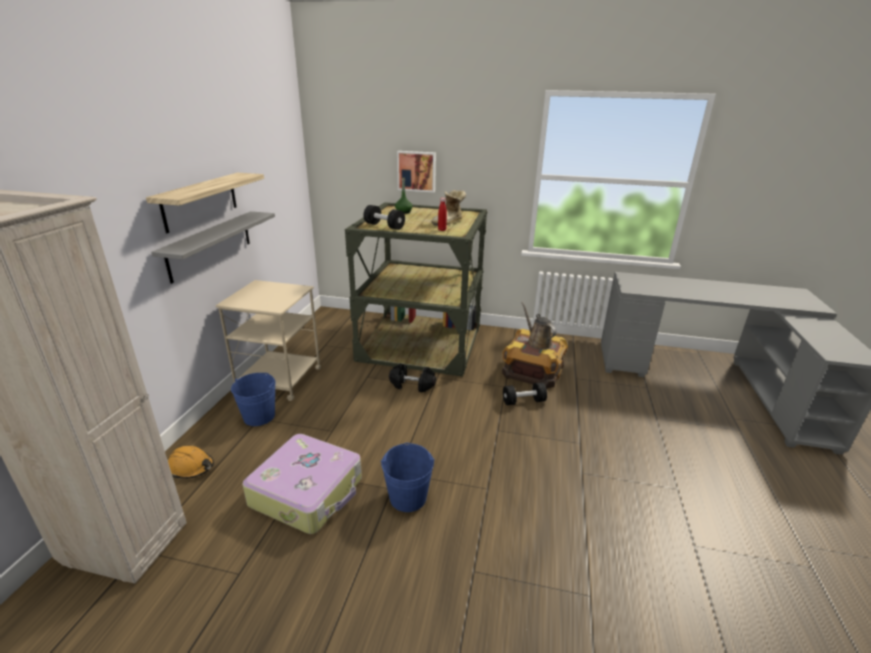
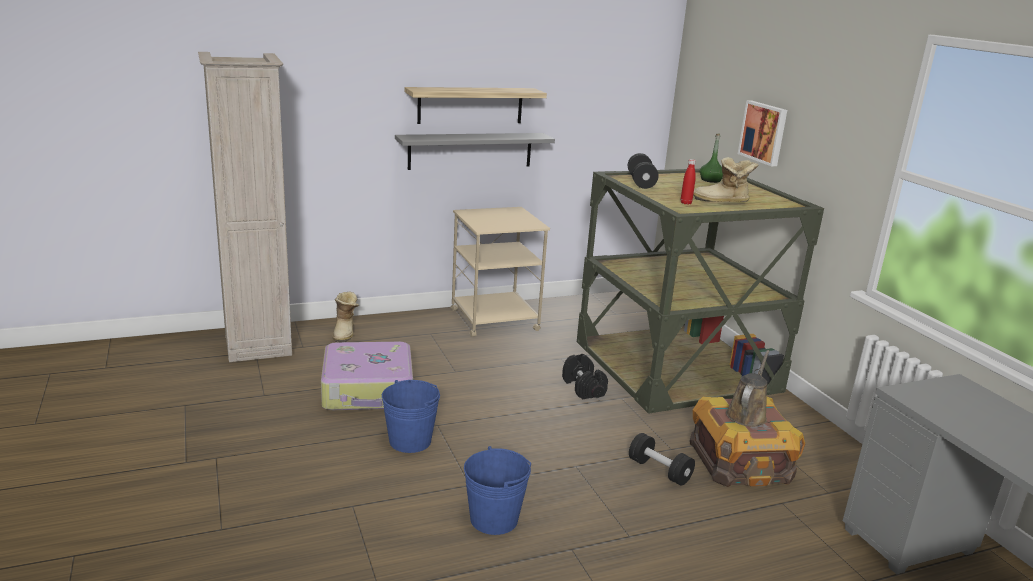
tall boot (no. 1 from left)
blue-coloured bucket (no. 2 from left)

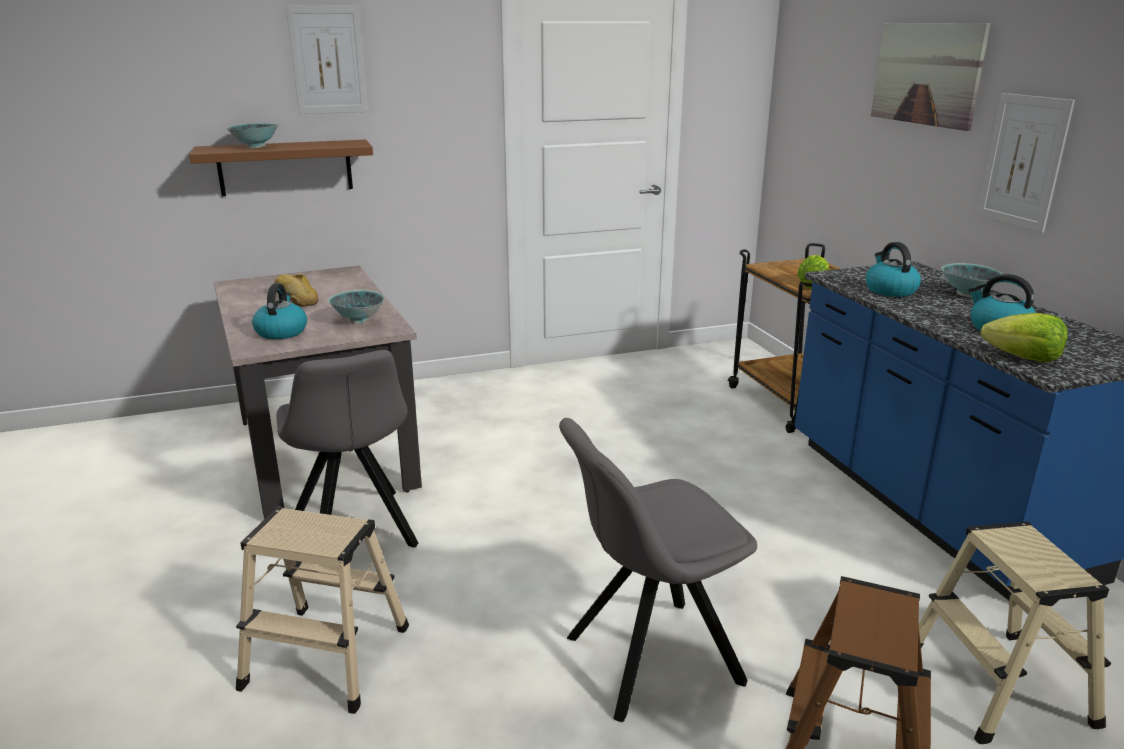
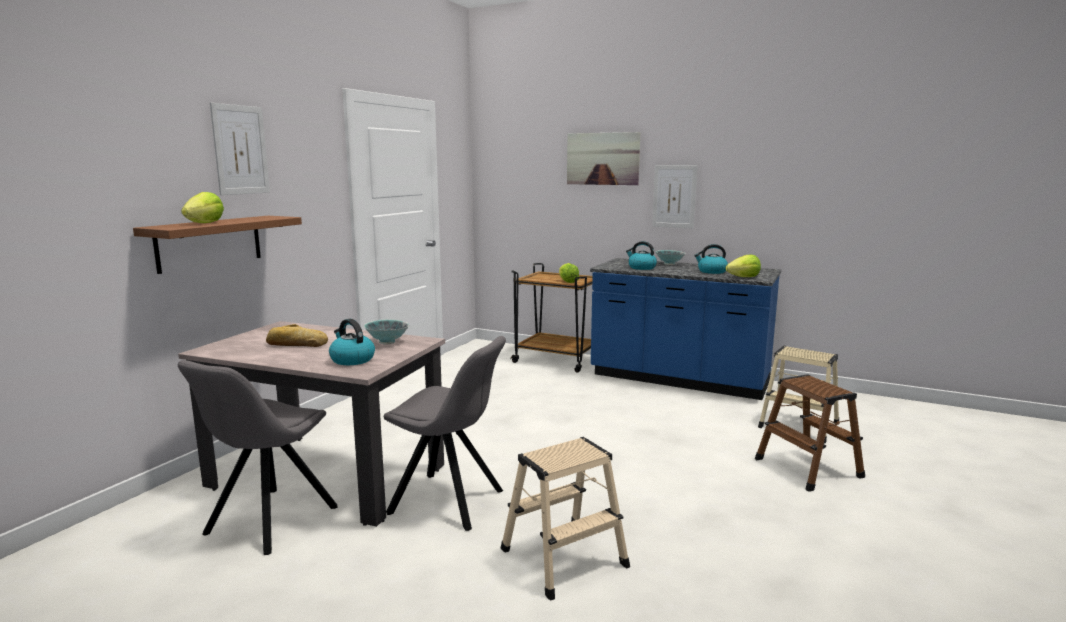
lettuce head (no. 1 from left)
gray plain chair (no. 1 from left)

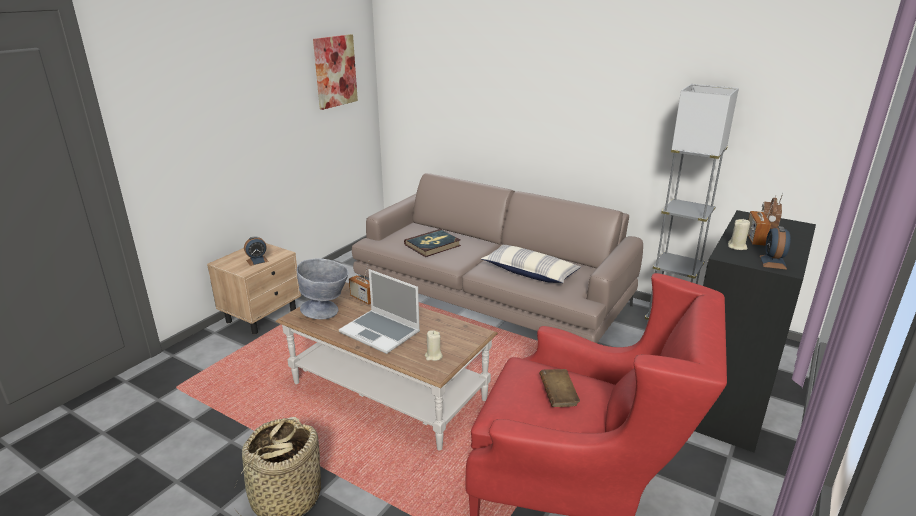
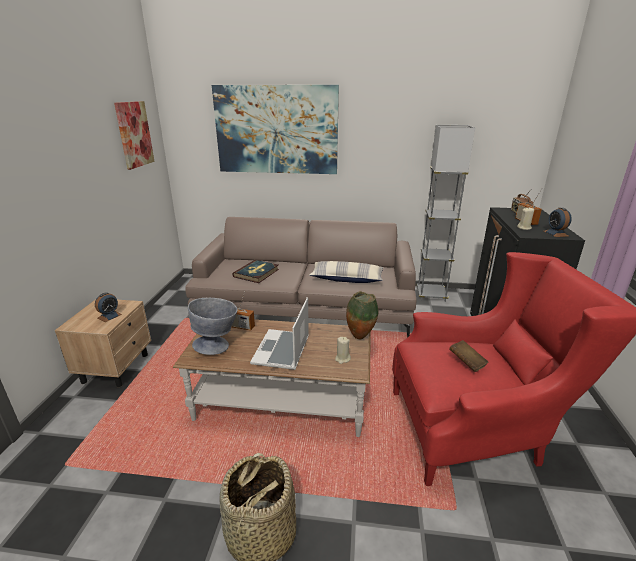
laptop
wall art (no. 2 from left)
decorative vase

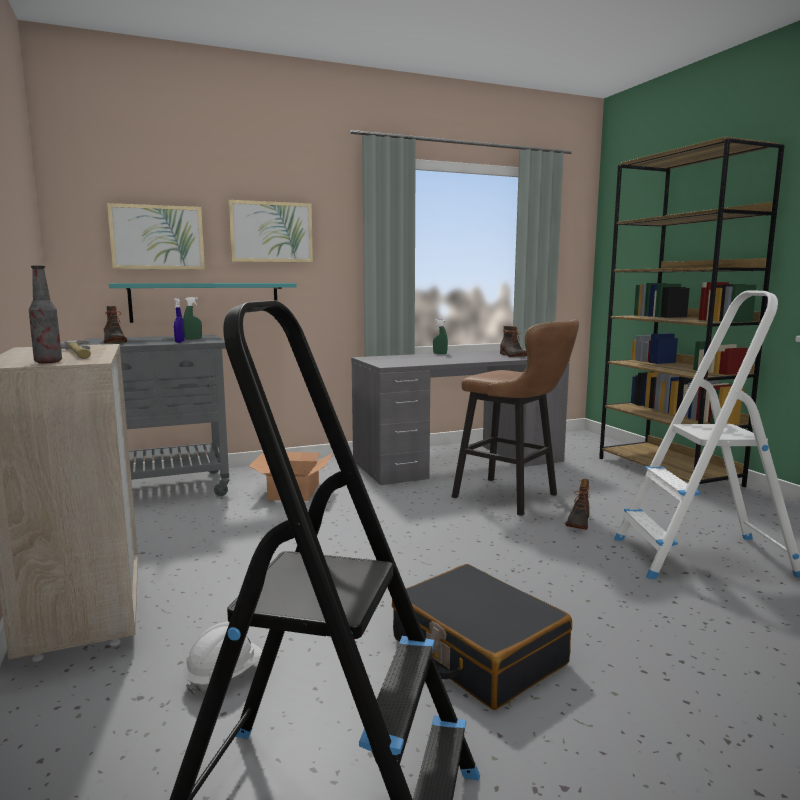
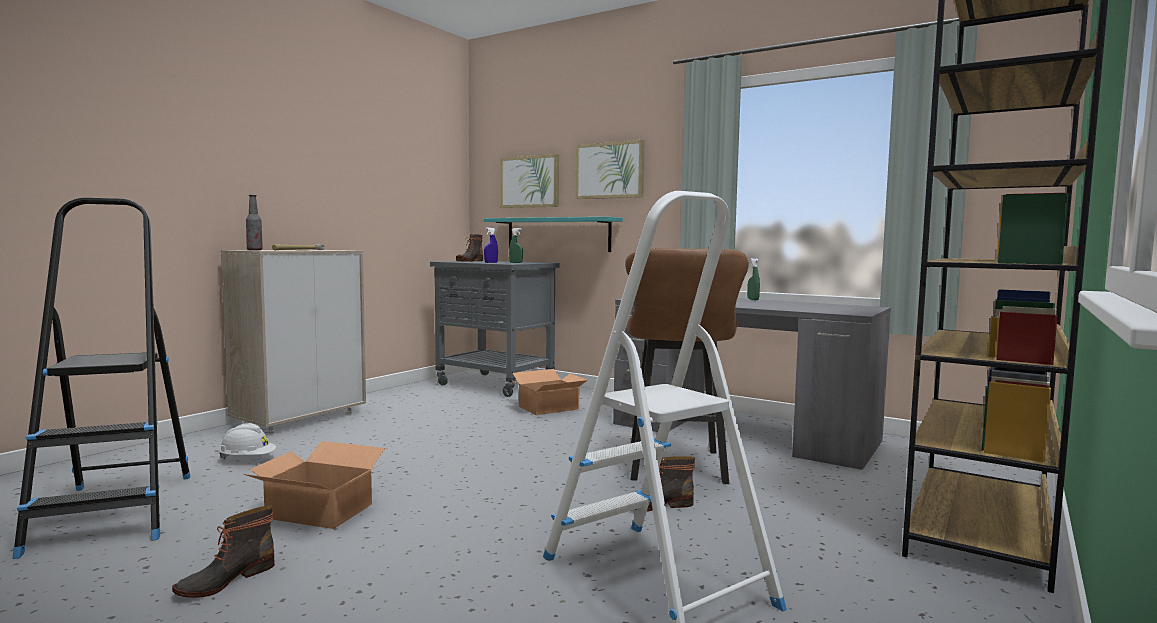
carton (no. 1 from left)
tall boot (no. 1 from left)

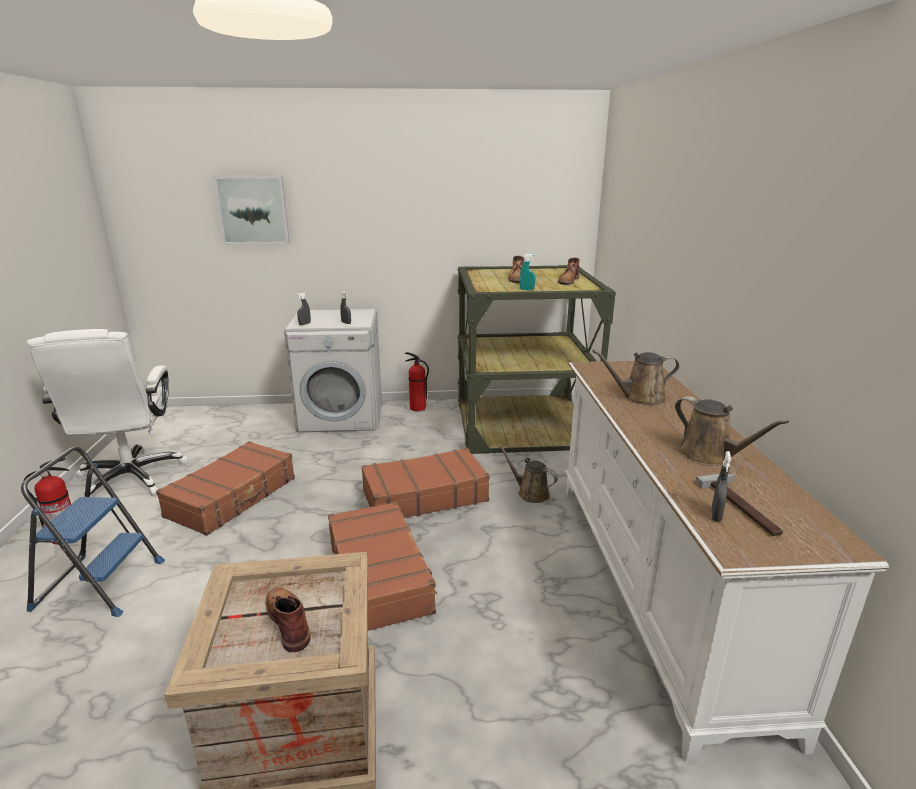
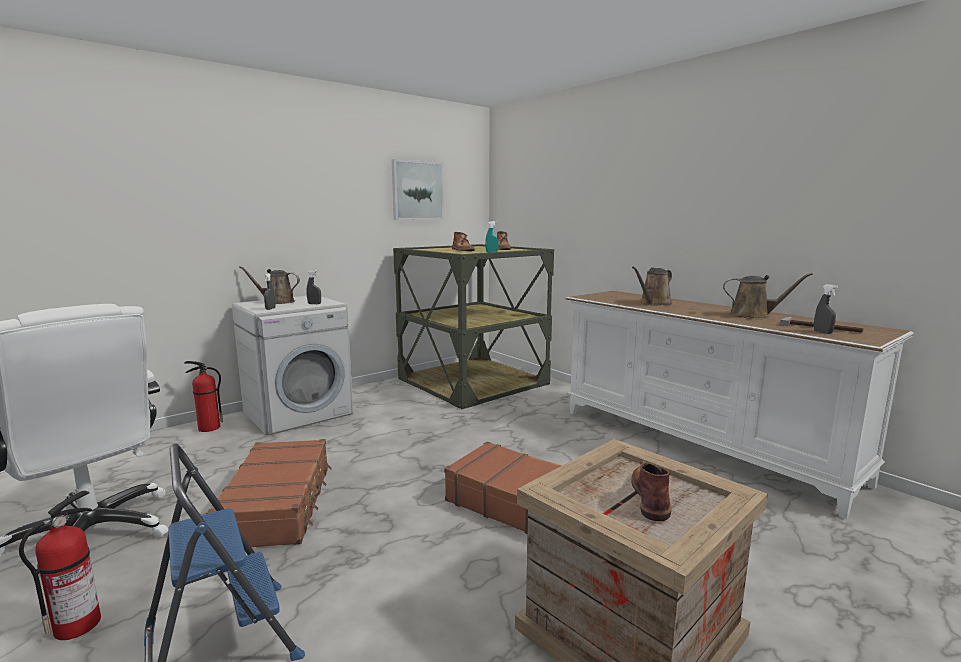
wall art
brownish tall boot (no. 3 from left)
brownish suitcase (no. 3 from left in the first image)
fire extinguisher (no. 2 from left)
brownish watering can (no. 1 from left)

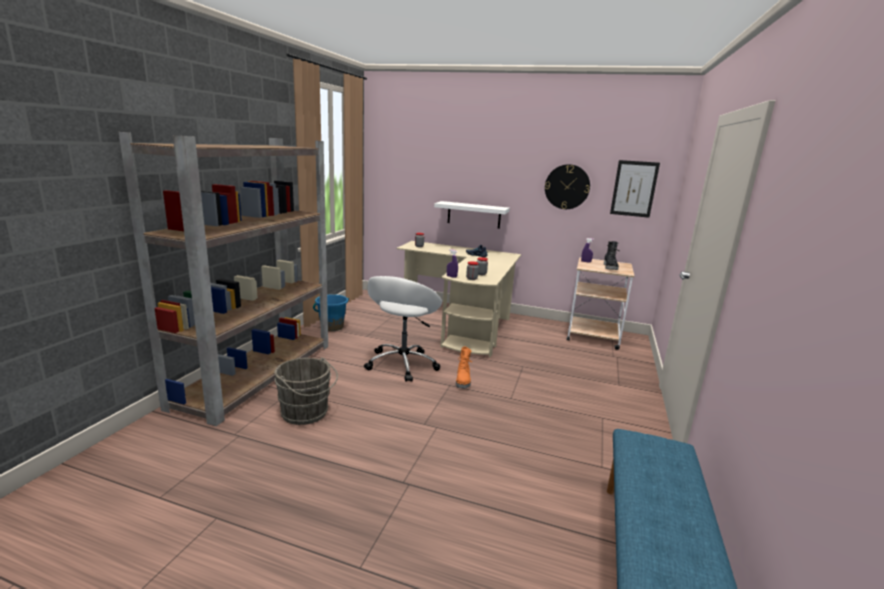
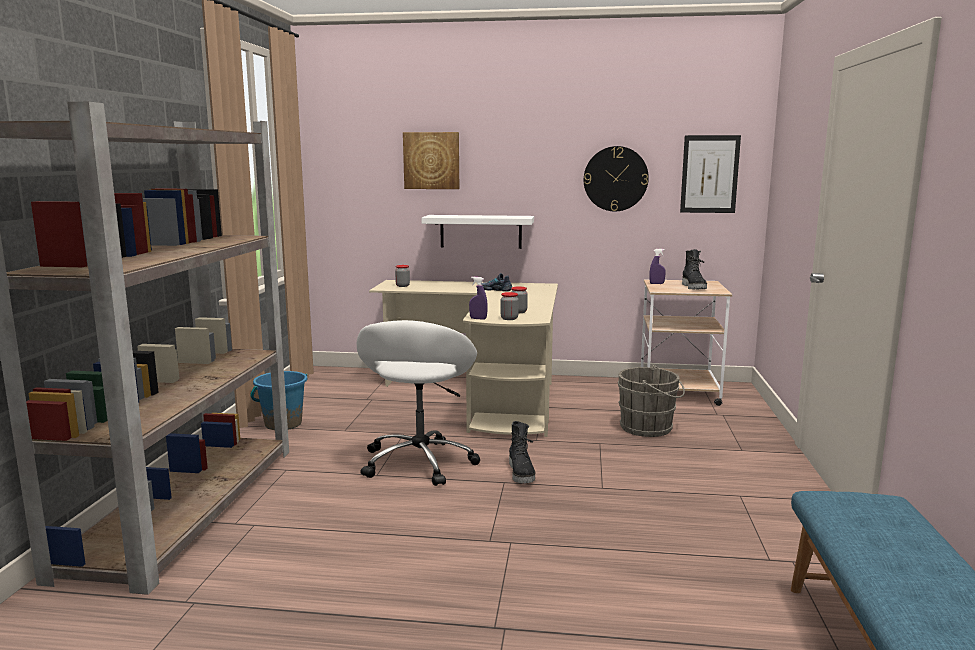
gray bucket
black-coloured tall boot (no. 1 from left)
wall art (no. 1 from left)

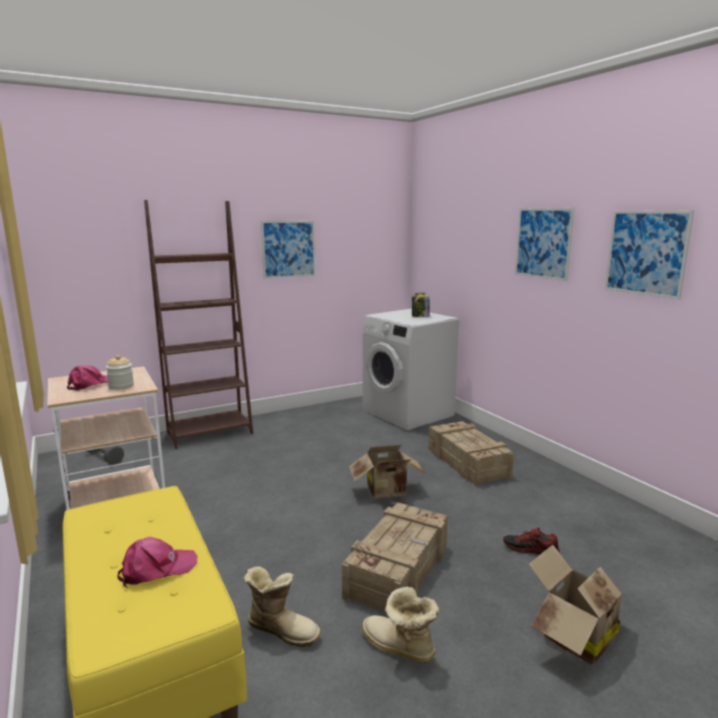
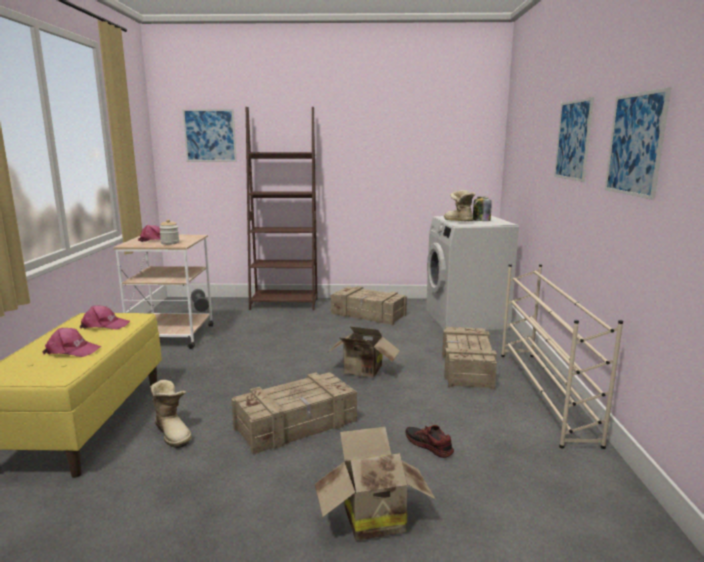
wall art (no. 1 from left)
tall boot (no. 2 from left)
pinkish baseball cap (no. 2 from left)
shipping crate (no. 2 from left)
sand-coloured shoe stand

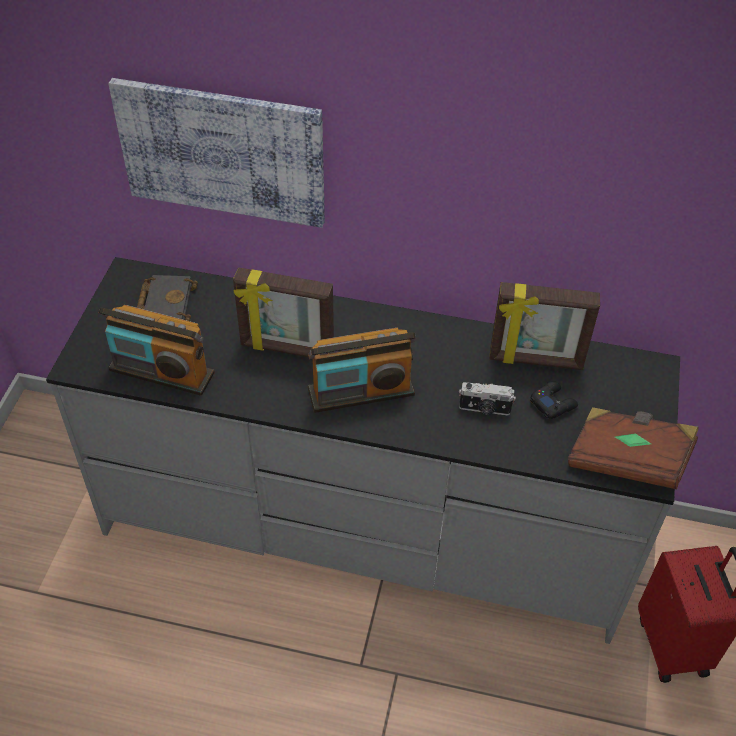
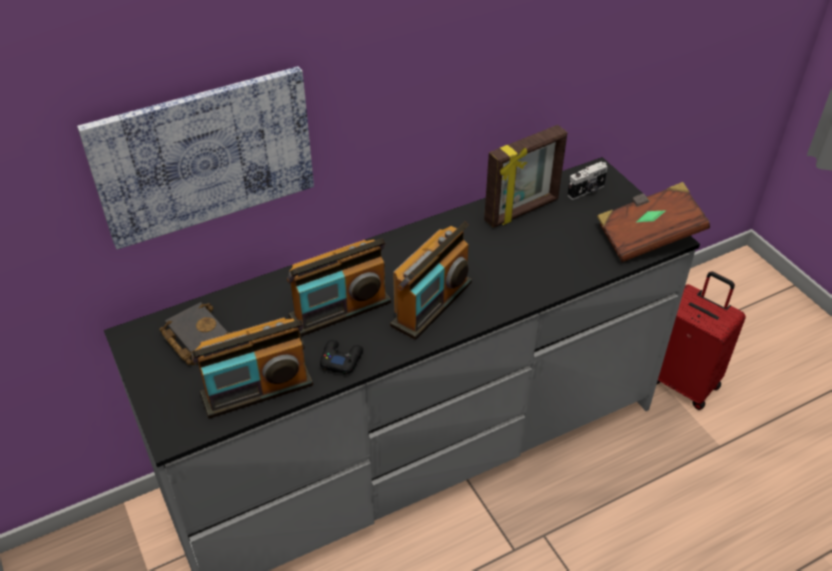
radio receiver (no. 2 from left)
photo camera
black-coloured joypad

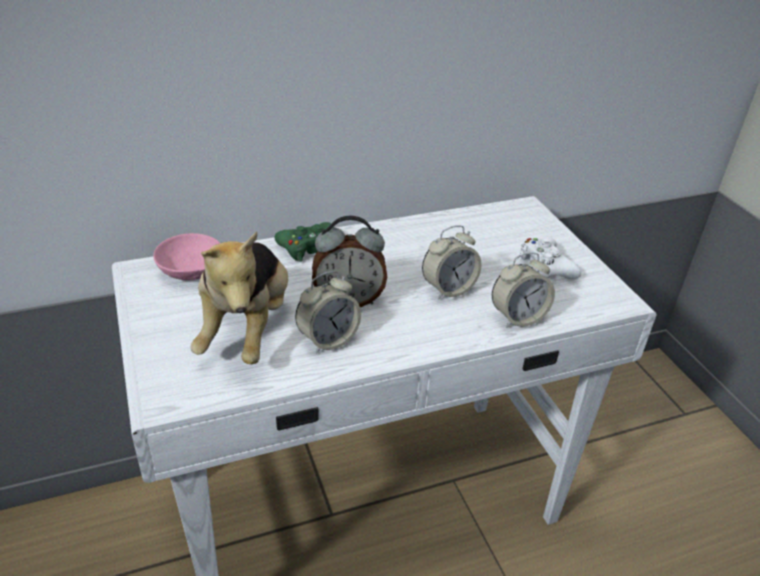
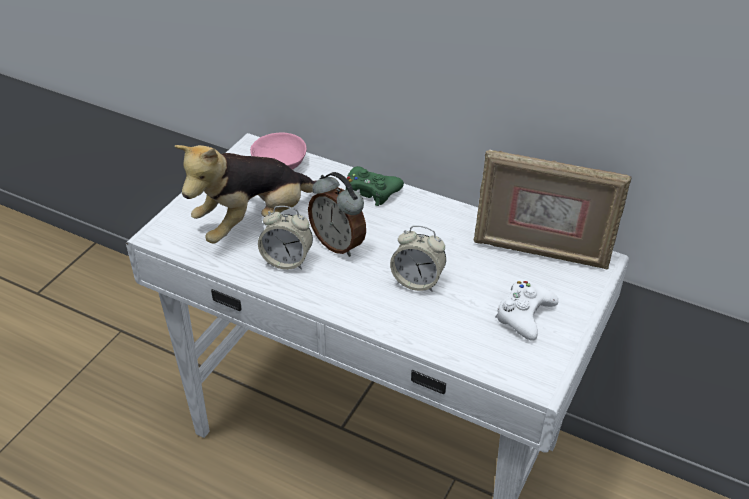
alarm clock (no. 4 from left in the first image)
photo frame

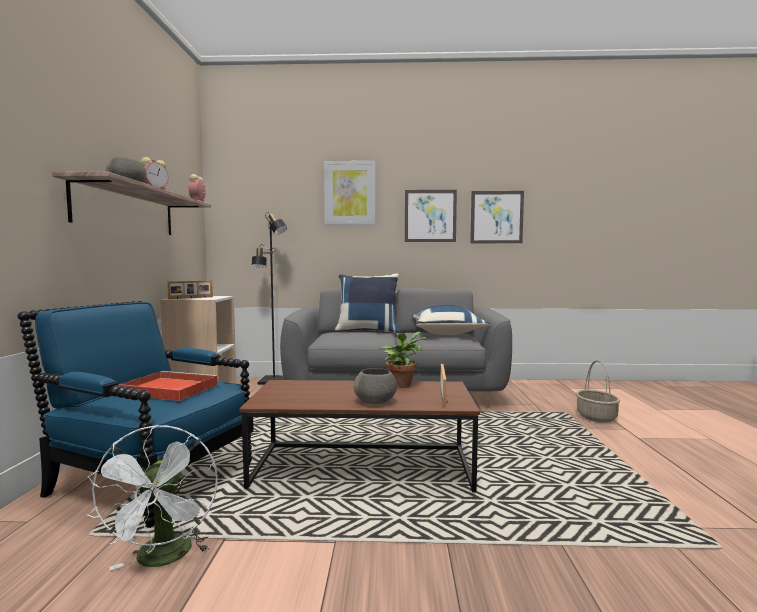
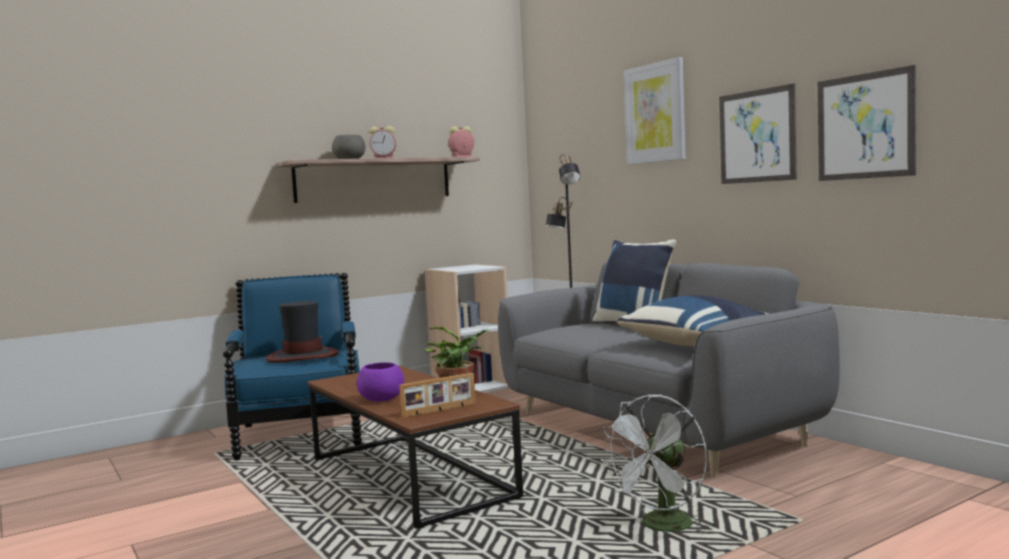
white cooling fan
hat
photo frame (no. 1 from left in the first image)
purple-coloured deep dish
basket

